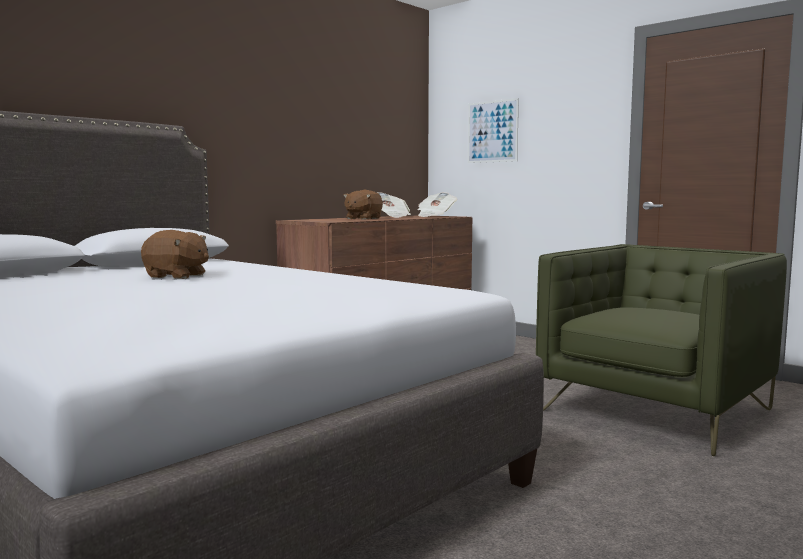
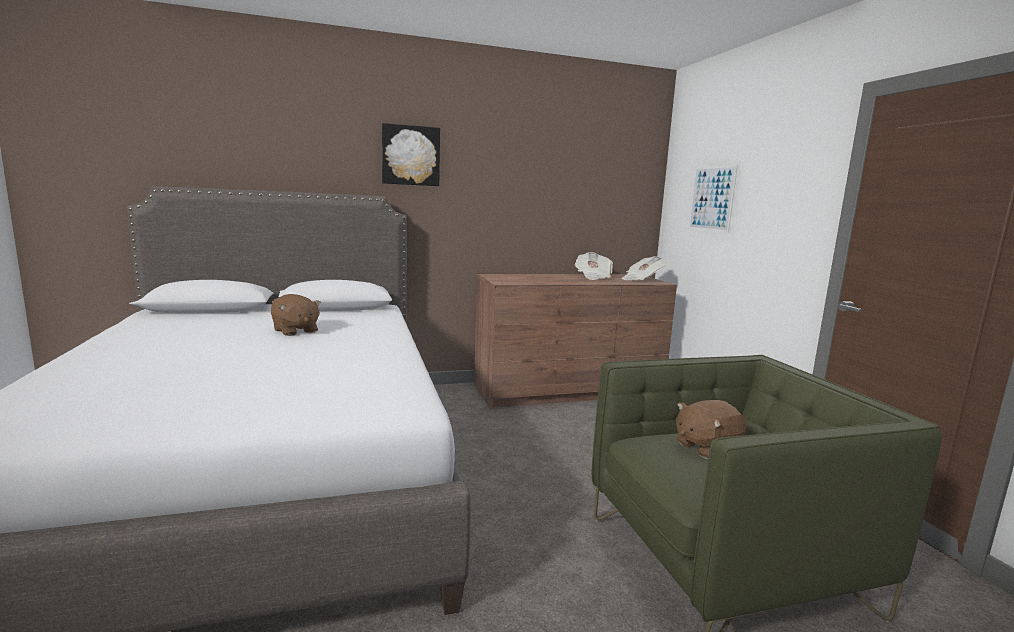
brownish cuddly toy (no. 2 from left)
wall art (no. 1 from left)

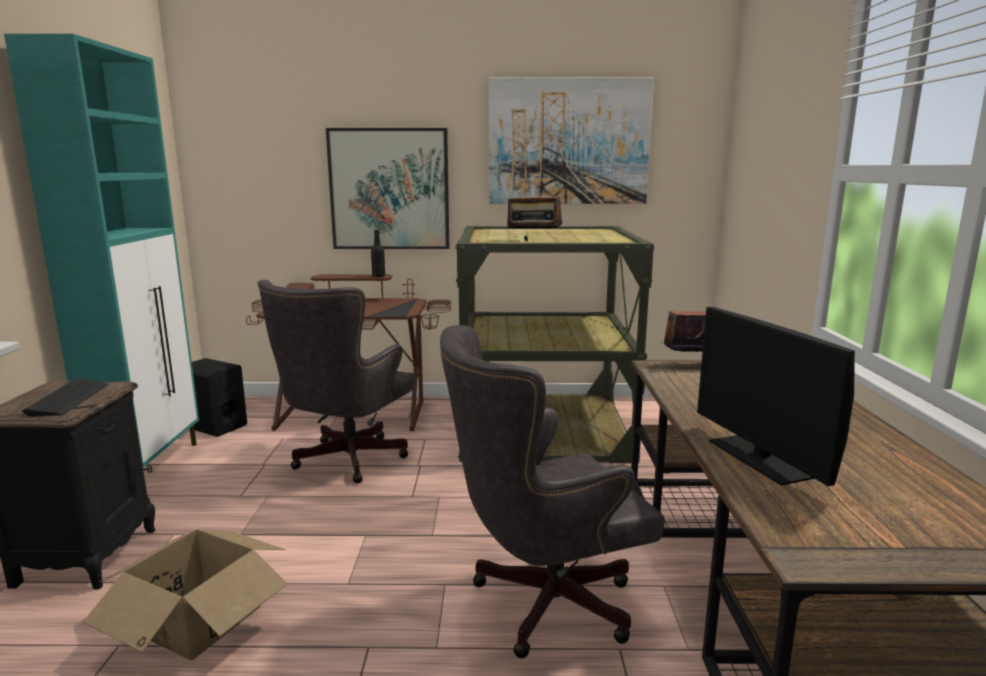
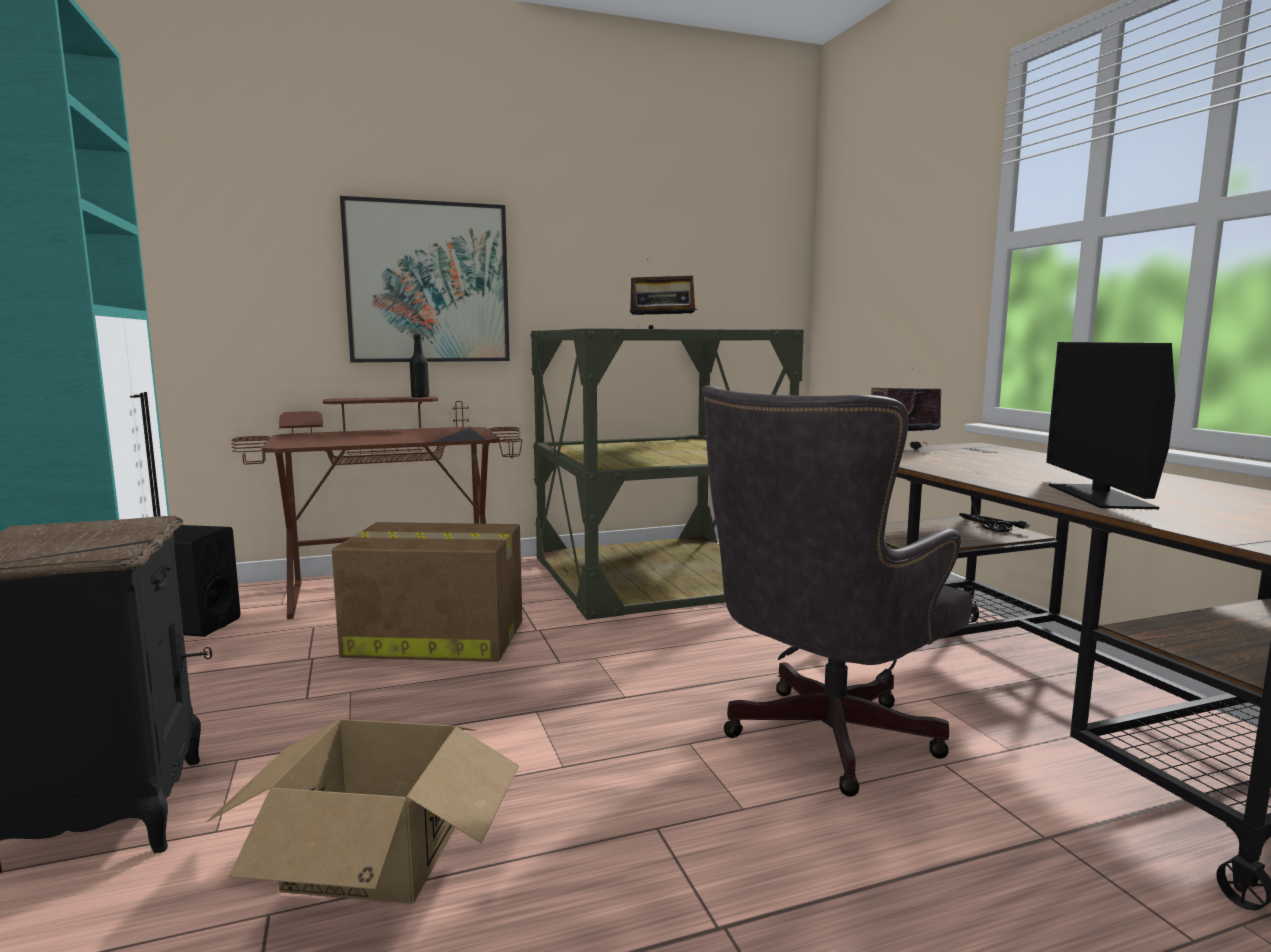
computer keyboard
carton (no. 2 from left)
wall art (no. 2 from left in the first image)
computer display

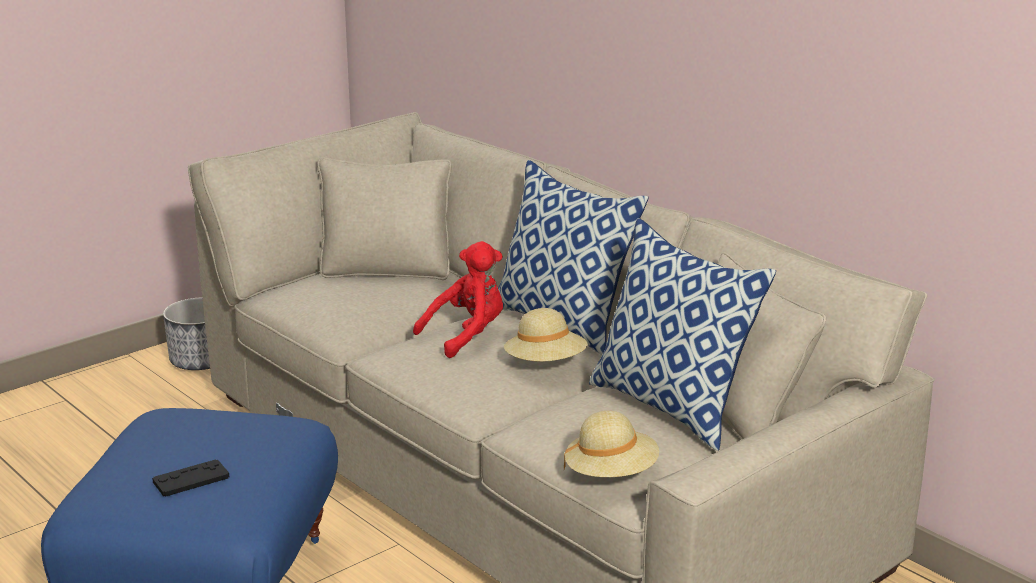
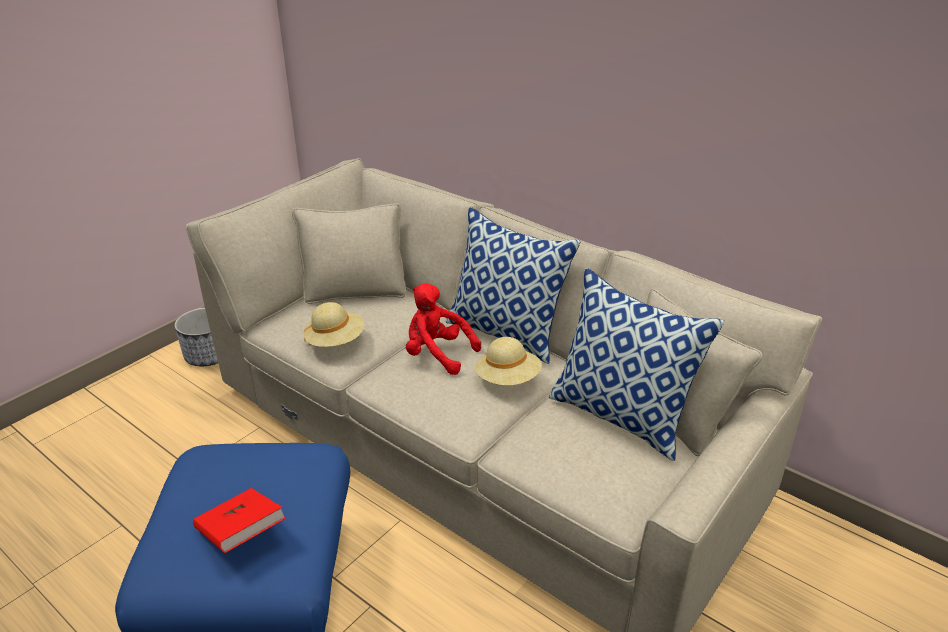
red-coloured bound book
red-coloured cuddly toy
sand-coloured hat (no. 1 from left)

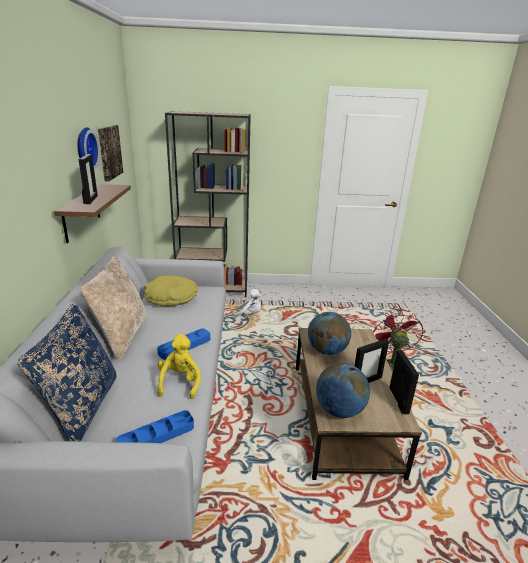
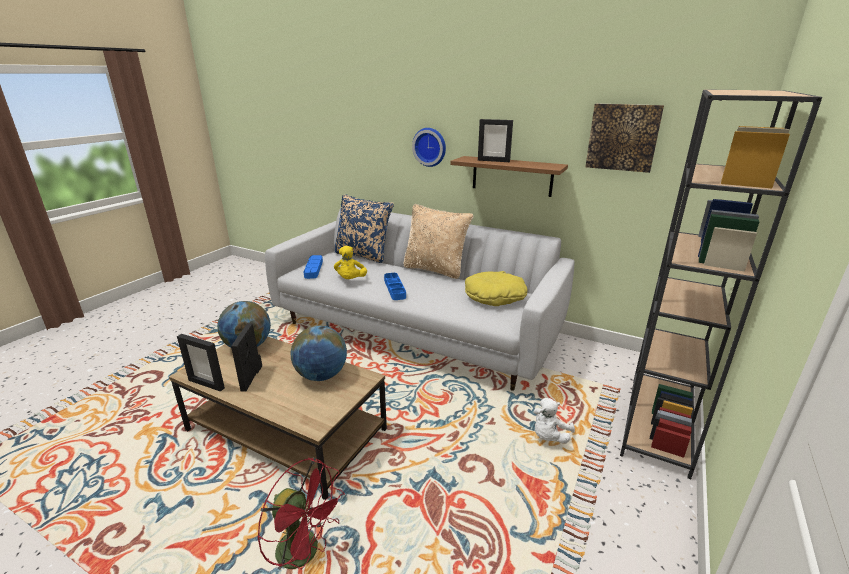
wall clock
yellow cuddly toy

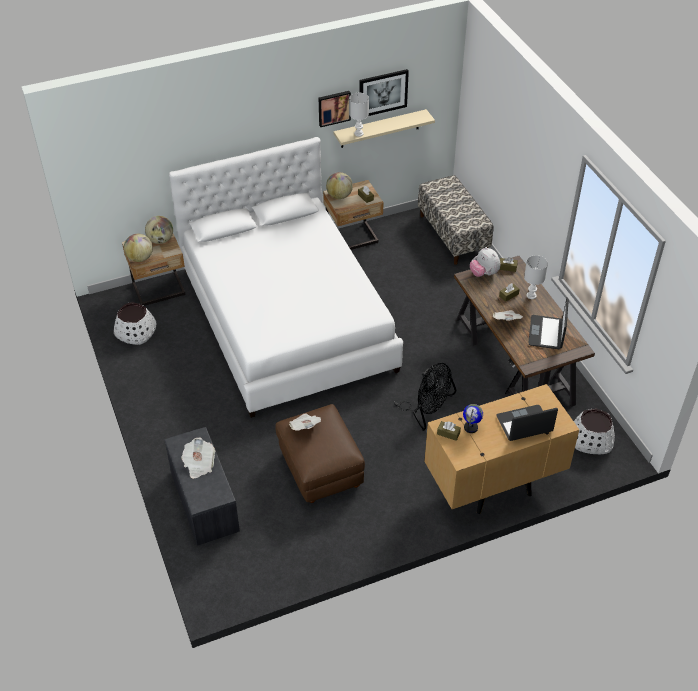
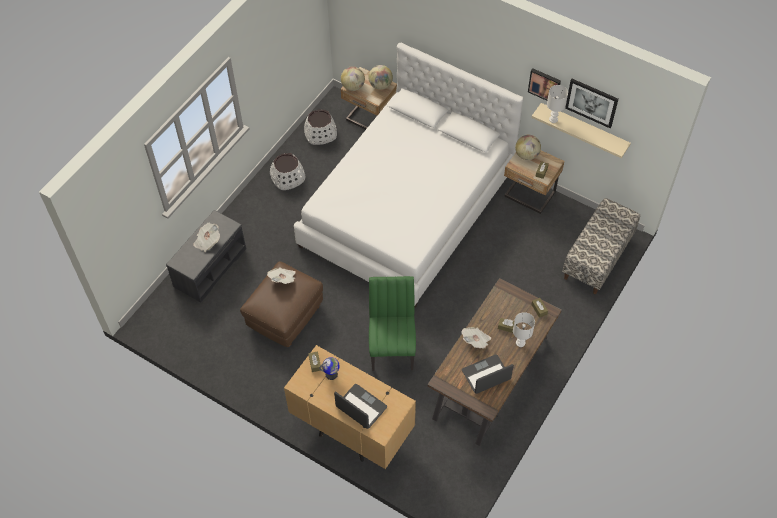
green-coloured plain chair
cuddly toy
white flower pot (no. 1 from left)

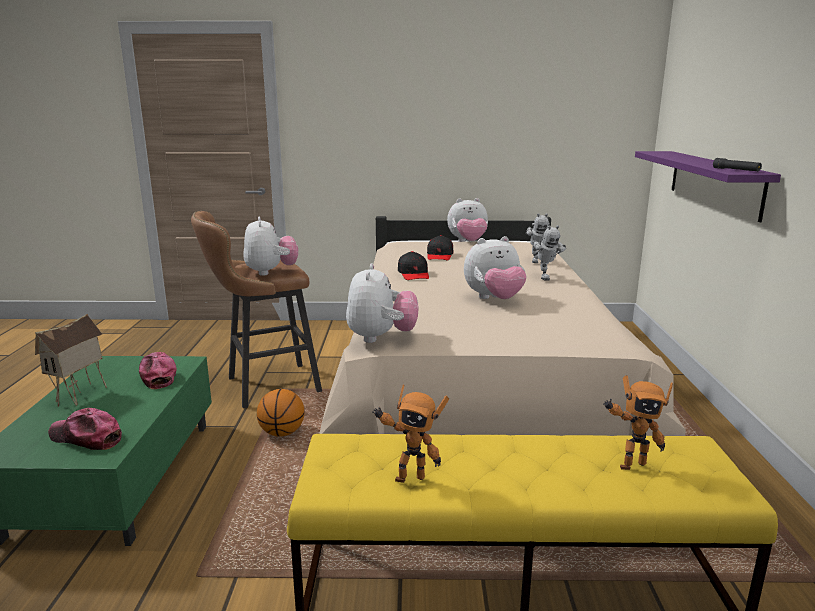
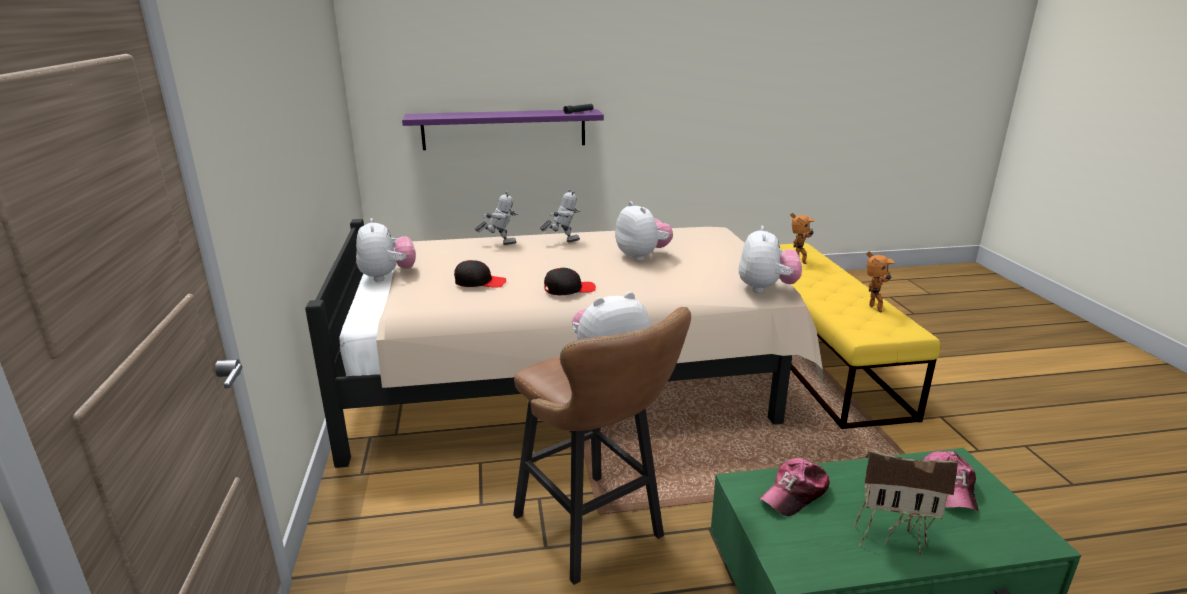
basketball ball
cuddly toy (no. 4 from left)

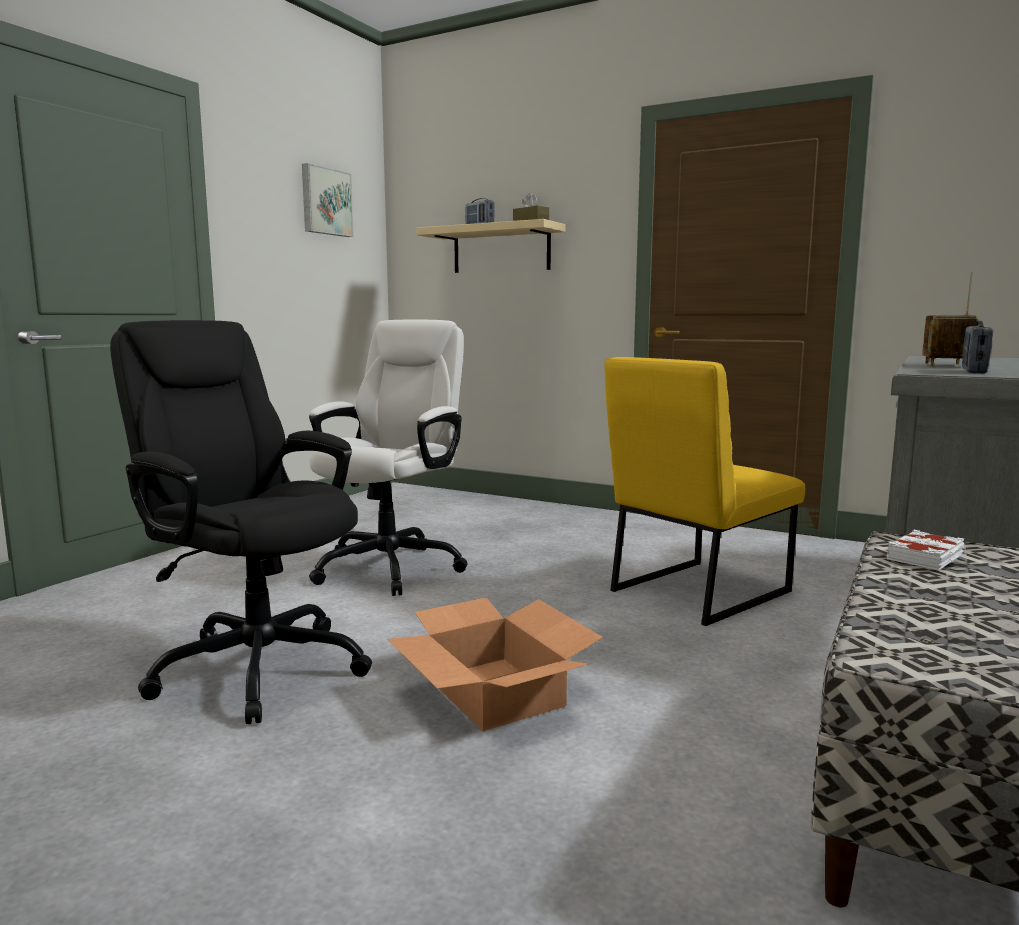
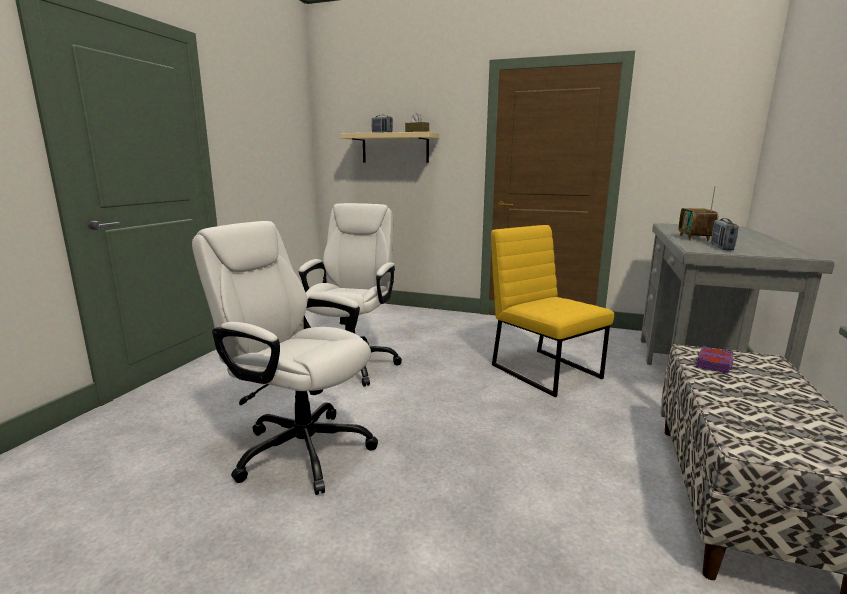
white desk chair (no. 1 from left)
wall art
carton
yellow plain chair
purple-coloured bound book

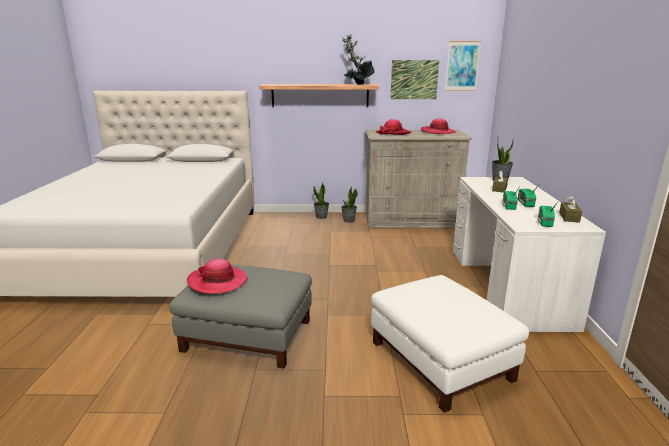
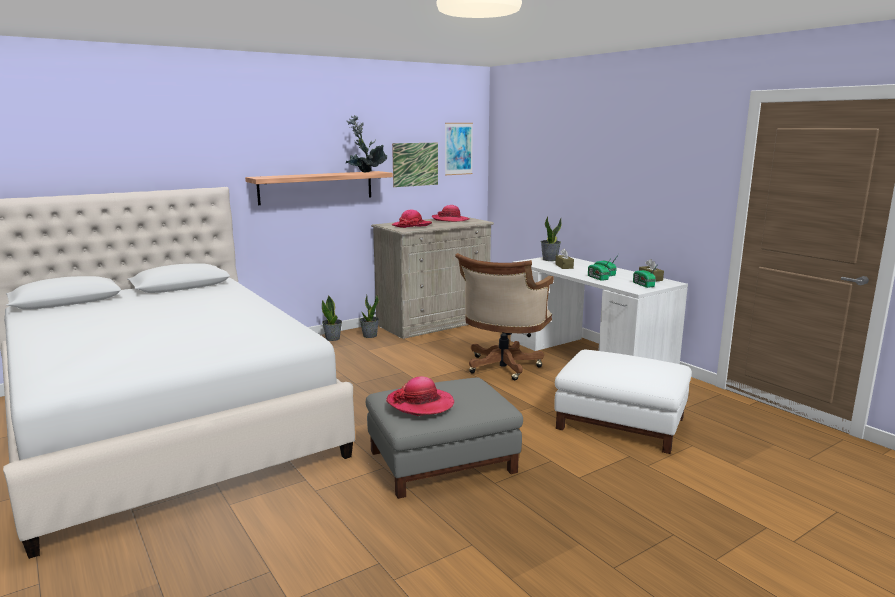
desk chair

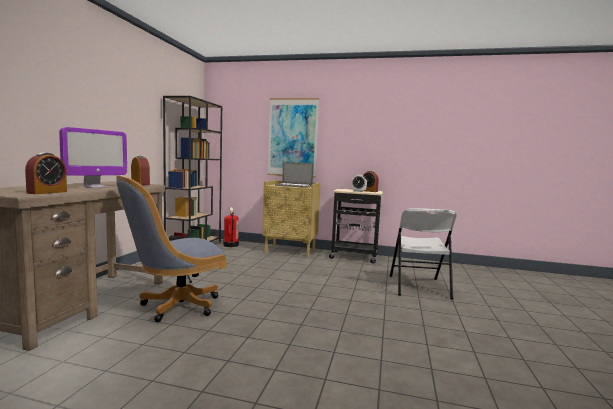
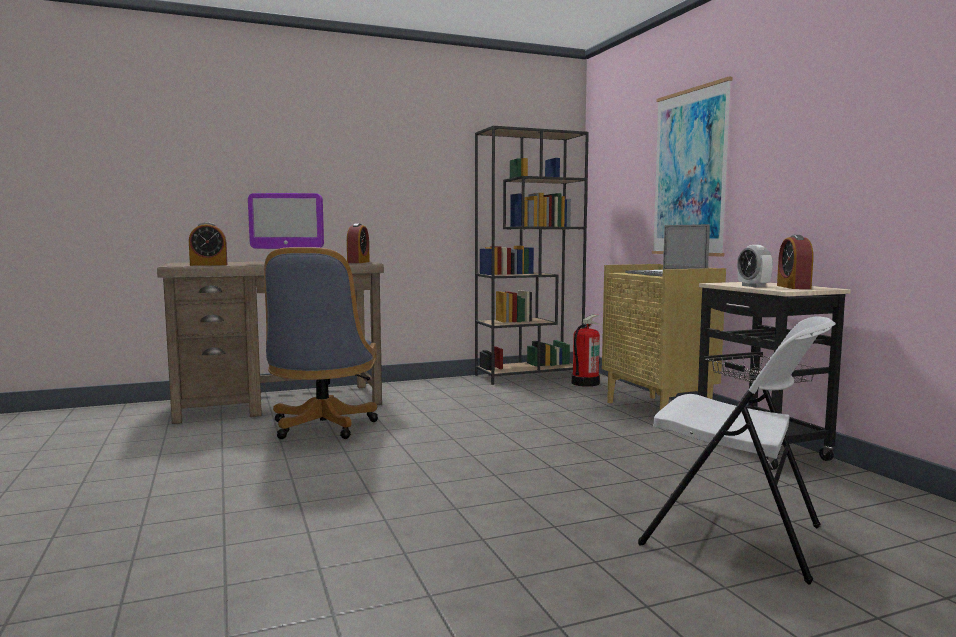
blue-coloured desk chair
white plain chair

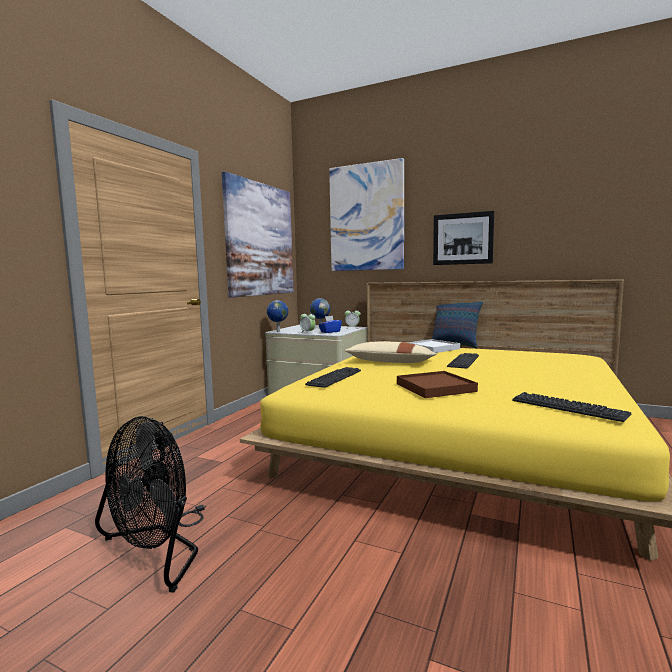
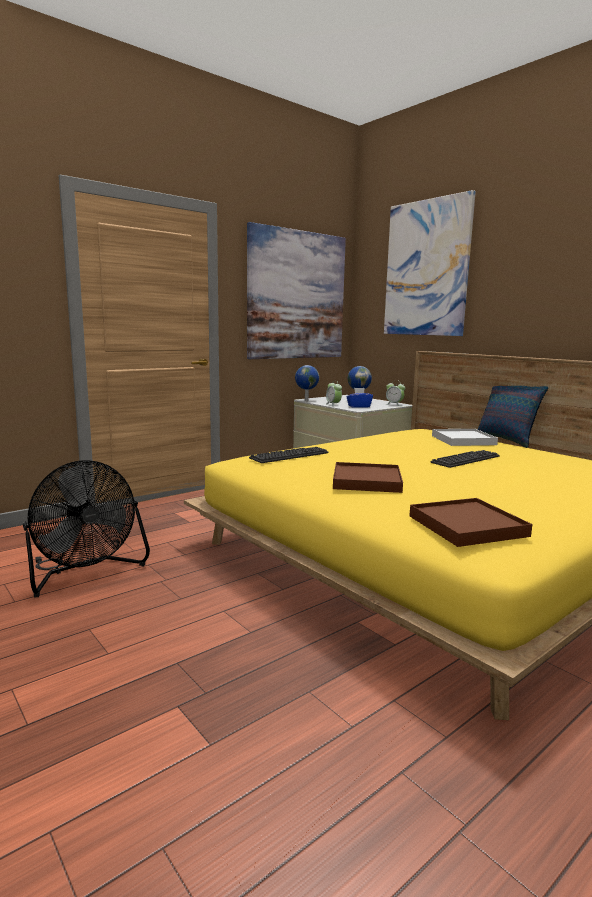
black-coloured cooling fan
sand-coloured cushion
wall art (no. 3 from left in the first image)
brownish serving tray (no. 2 from left)

